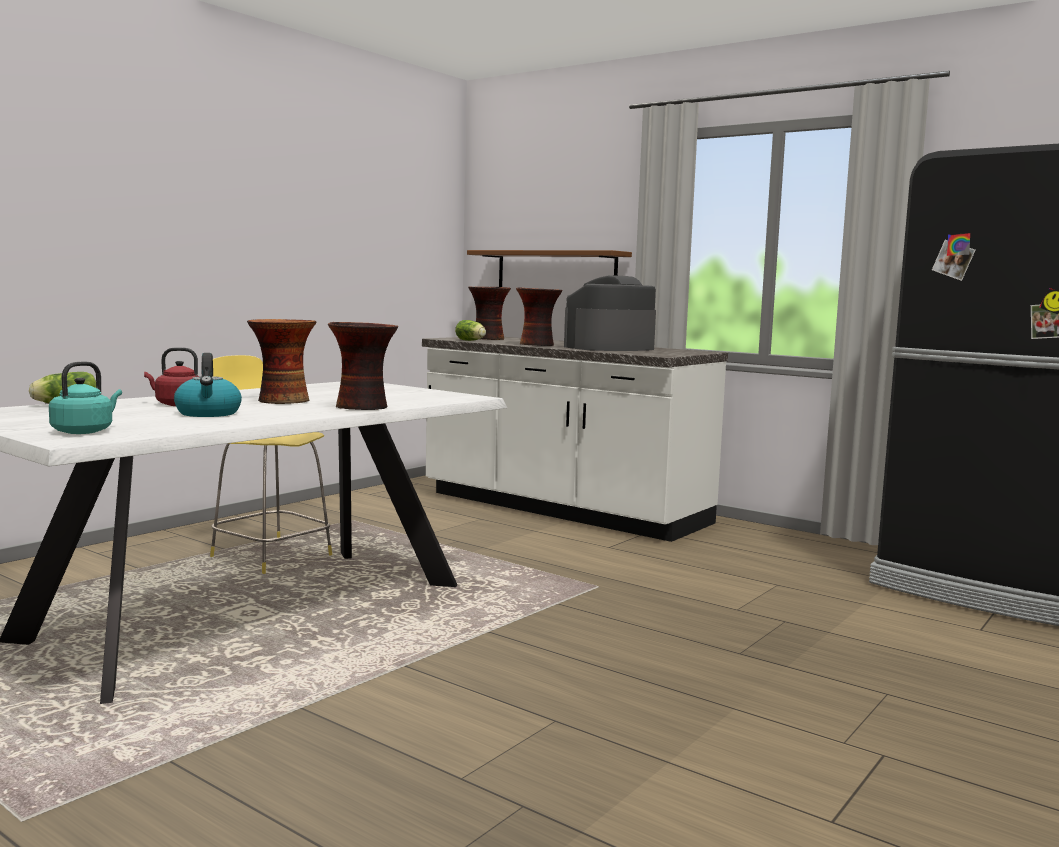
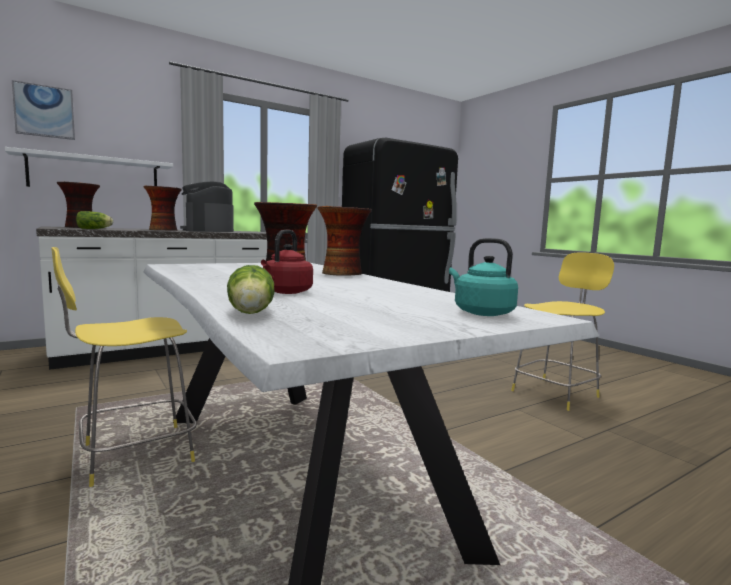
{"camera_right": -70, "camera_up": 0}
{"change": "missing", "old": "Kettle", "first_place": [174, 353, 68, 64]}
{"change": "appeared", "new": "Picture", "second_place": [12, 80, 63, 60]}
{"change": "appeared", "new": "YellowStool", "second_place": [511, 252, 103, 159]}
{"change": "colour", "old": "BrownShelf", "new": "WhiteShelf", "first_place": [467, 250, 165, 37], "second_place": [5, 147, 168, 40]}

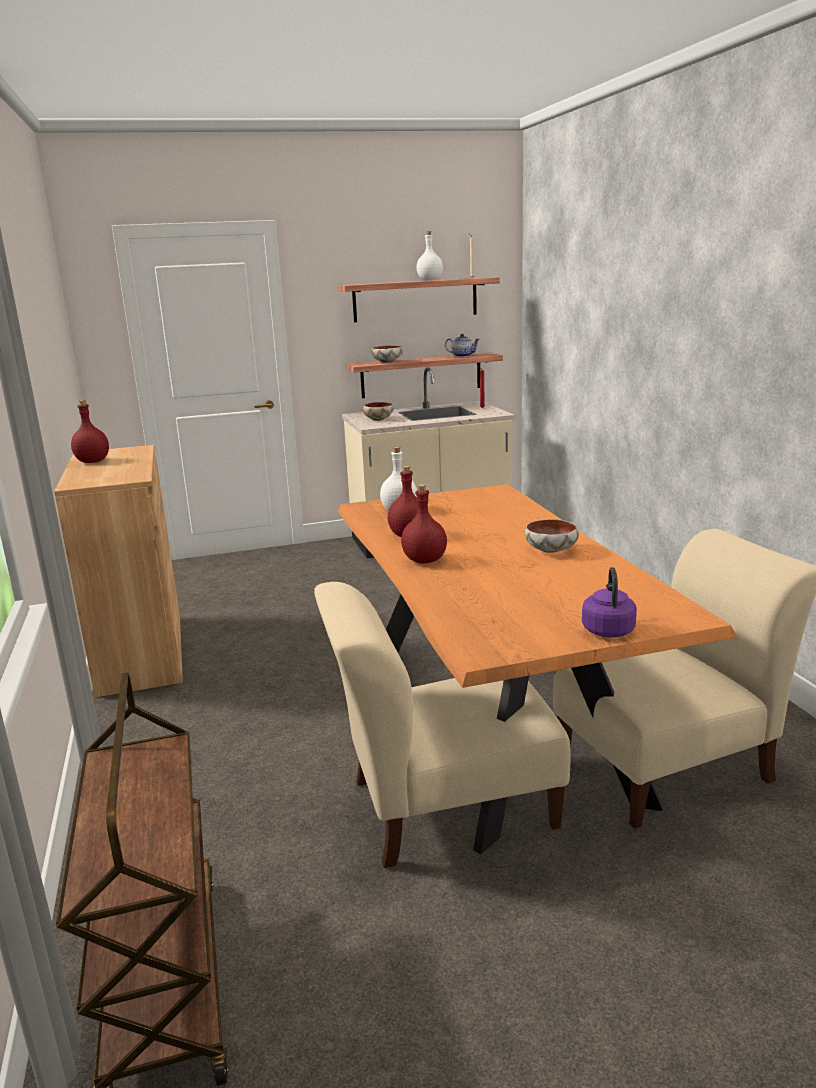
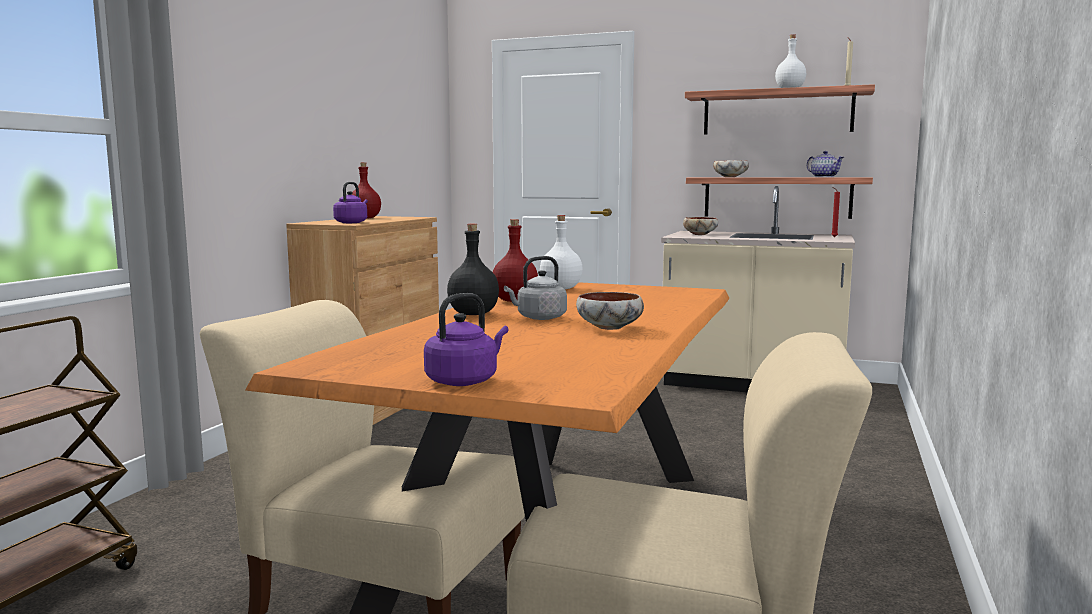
{"camera_right": 35, "camera_up": -10}
{"change": "appeared", "new": "PurpleKettle", "second_place": [333, 182, 35, 41]}
{"change": "appeared", "new": "GreyKettle", "second_place": [504, 256, 63, 64]}
{"change": "colour", "old": "RedBottle", "new": "BlackBottle", "first_place": [401, 484, 46, 80], "second_place": [447, 224, 52, 91]}

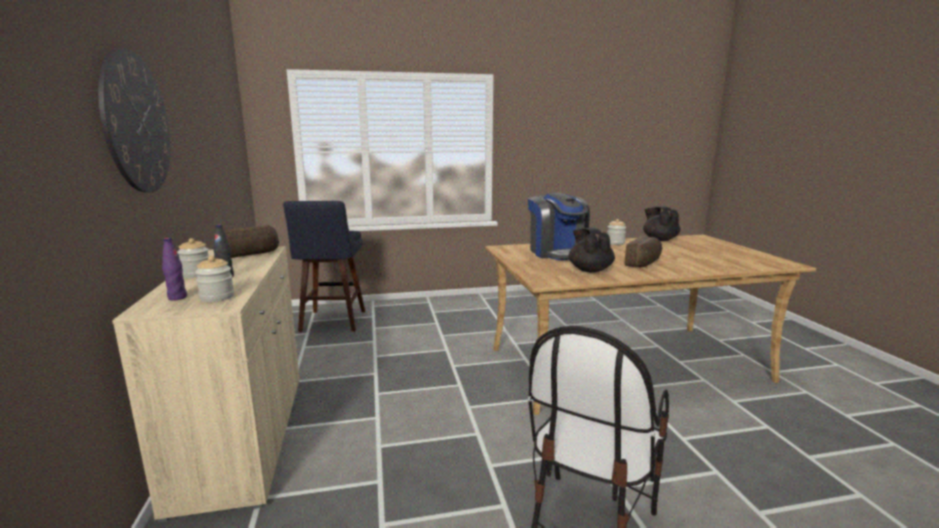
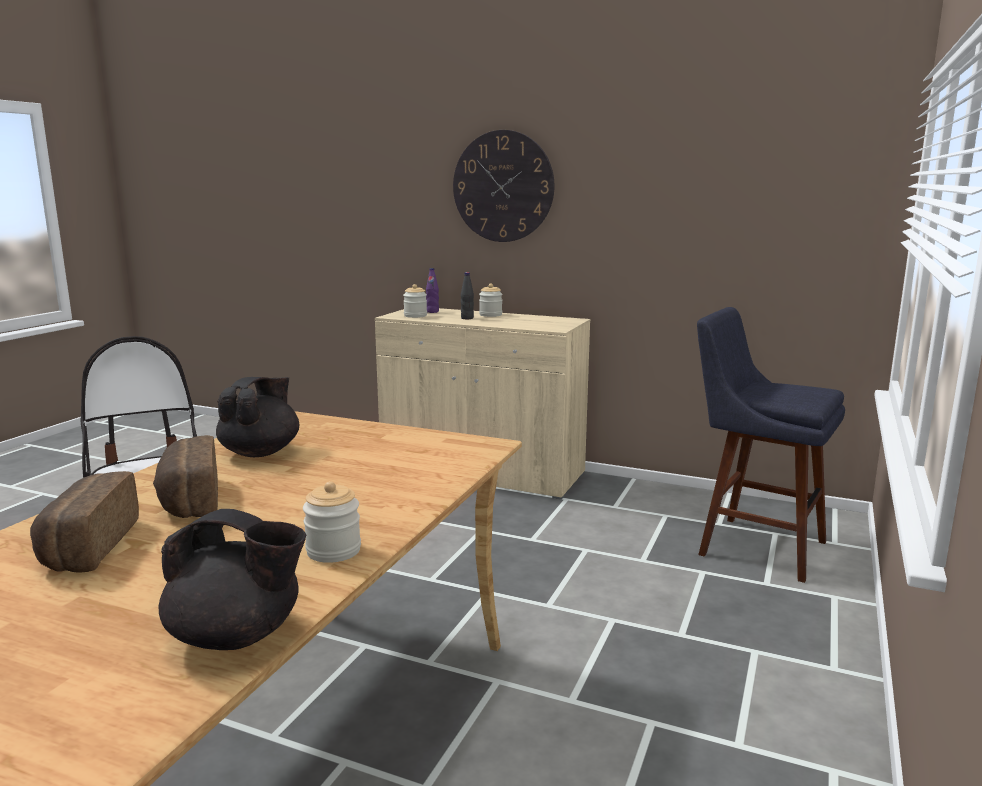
{"camera_right": 125, "camera_up": 0}
{"change": "missing", "old": "CoffeeMachine", "first_place": [528, 193, 62, 67]}
{"change": "relocated", "old": "Bread", "first_place": [214, 225, 65, 33], "second_place": [30, 471, 109, 102]}
{"change": "spun", "old": "BlackTeapot", "first_place": [569, 227, 46, 46], "second_place": [216, 377, 83, 80], "degrees": -90}

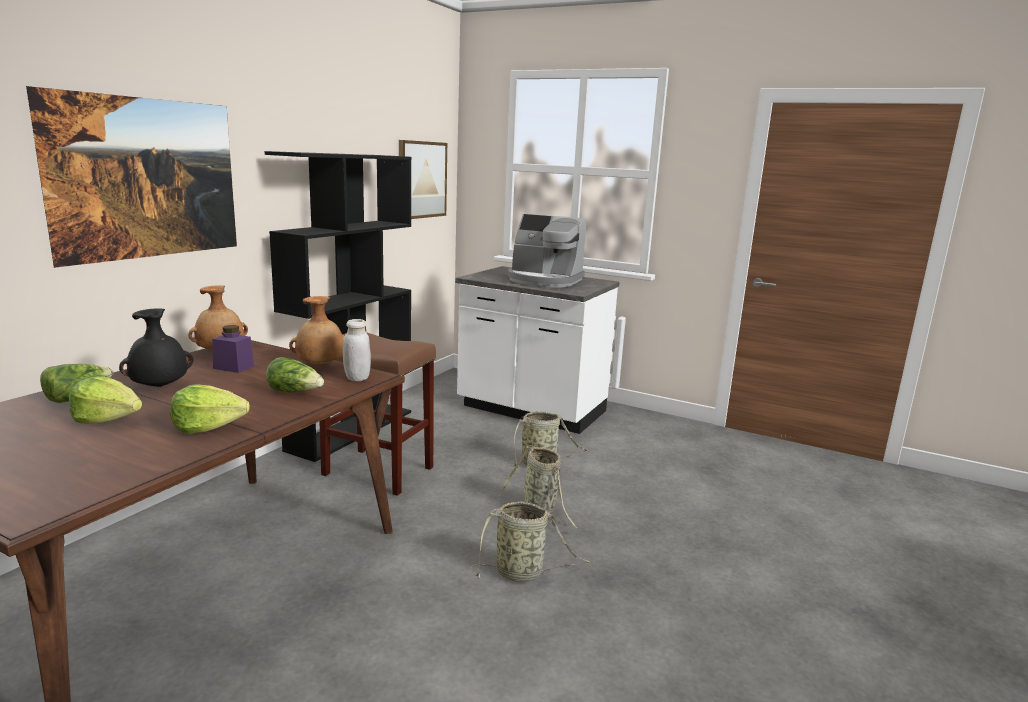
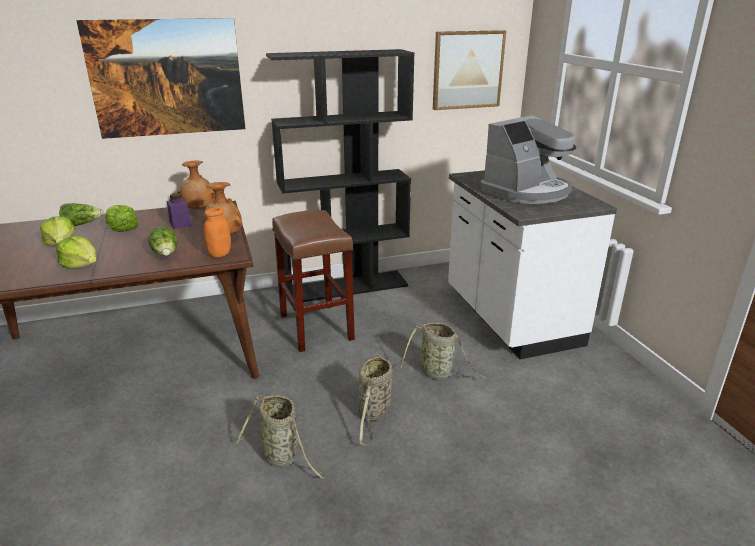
{"camera_right": 45, "camera_up": 10}
{"change": "exchanged", "old": "BlackVase", "new": "Lettuce", "first_place": [119, 308, 75, 79], "second_place": [105, 205, 34, 27]}
{"change": "colour", "old": "WhiteJar", "new": "OrangeJar", "first_place": [343, 319, 28, 62], "second_place": [204, 207, 27, 51]}
{"change": "spun", "old": "CoffeeMachine", "first_place": [508, 214, 78, 74], "second_place": [480, 115, 96, 89], "degrees": -105}

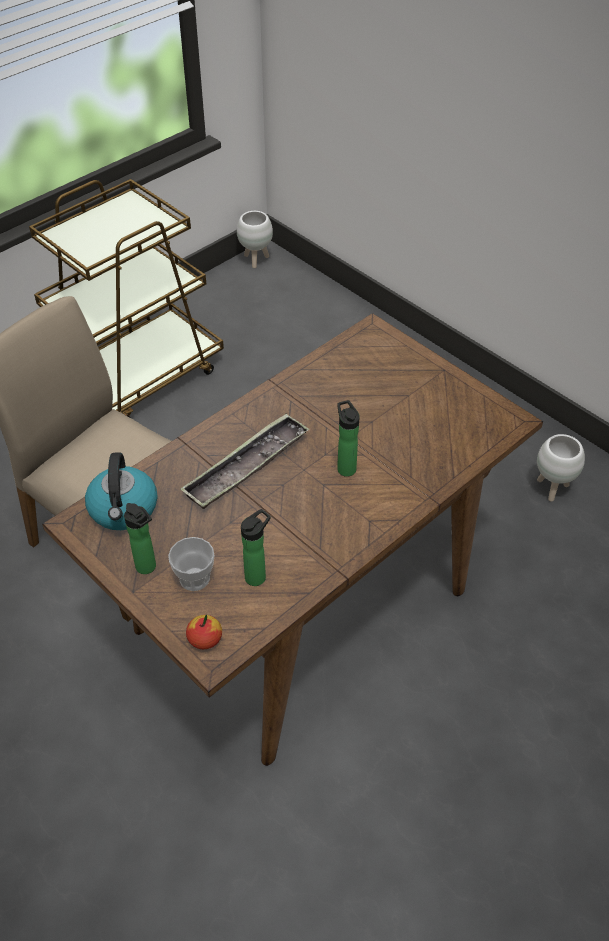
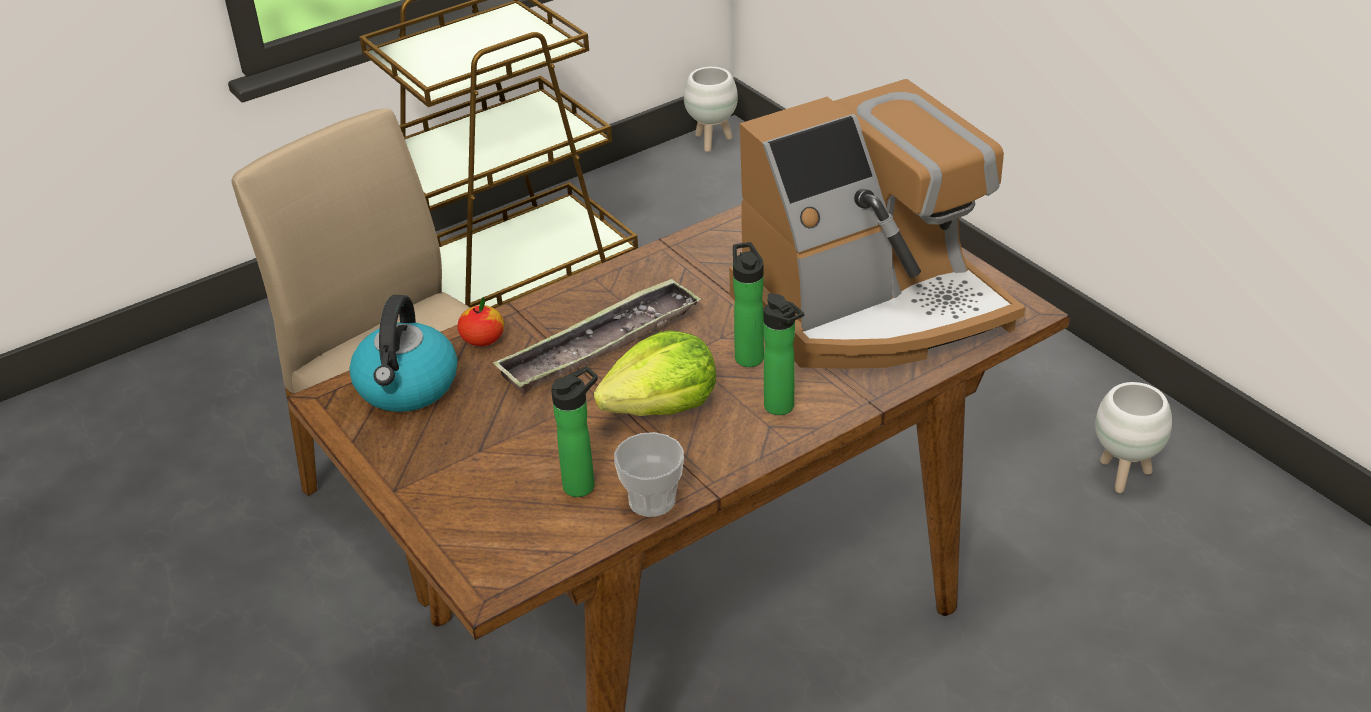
{"camera_right": 10, "camera_up": -10}
{"change": "appeared", "new": "Lettuce", "second_place": [594, 330, 122, 86]}
{"change": "appeared", "new": "CoffeeMachine", "second_place": [729, 79, 296, 290]}
{"change": "relocated", "old": "Bottle", "first_place": [124, 503, 32, 71], "second_place": [763, 293, 41, 122]}
{"change": "relocated", "old": "Cup", "first_place": [168, 537, 46, 54], "second_place": [614, 432, 70, 85]}
{"change": "relocated", "old": "Apple", "first_place": [186, 615, 36, 34], "second_place": [458, 297, 46, 49]}

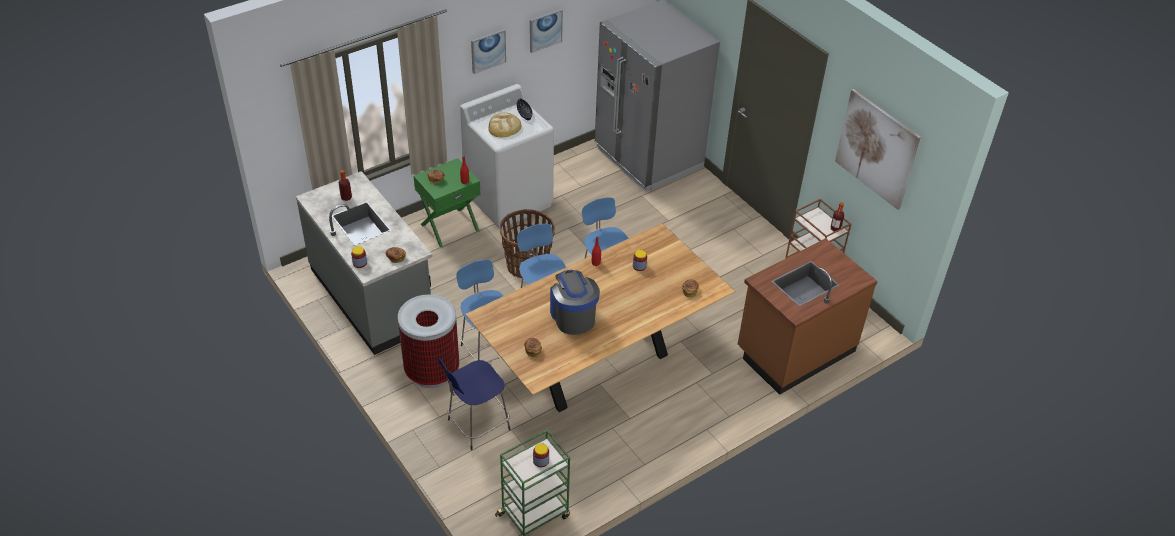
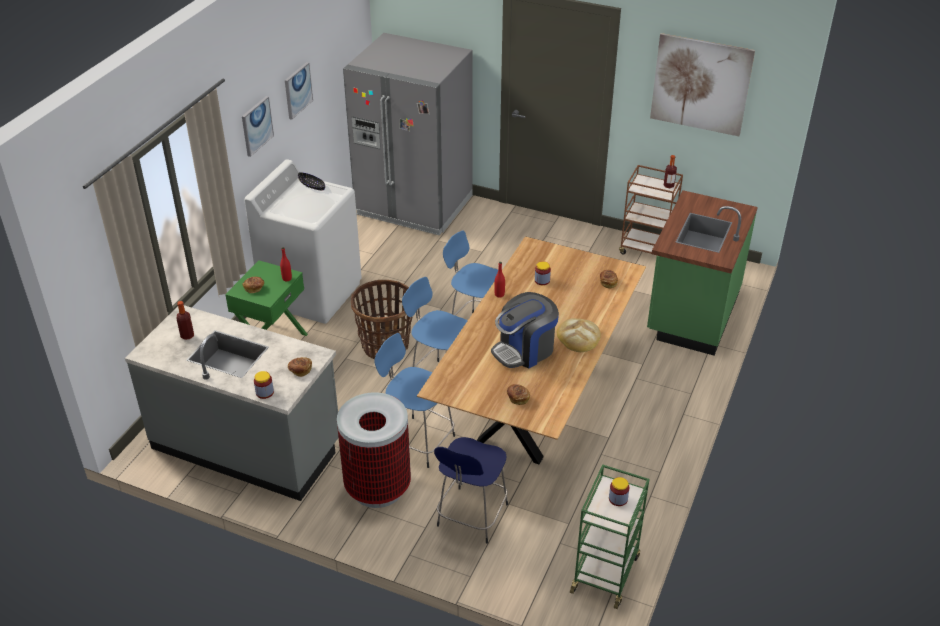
{"camera_right": -30, "camera_up": -5}
{"change": "relocated", "old": "Bread", "first_place": [489, 112, 32, 25], "second_place": [557, 318, 44, 34]}
{"change": "colour", "old": "BrownCounter", "new": "GreenCounter", "first_place": [738, 238, 139, 157], "second_place": [647, 190, 111, 165]}
{"change": "spun", "old": "CoffeeMachine", "first_place": [550, 270, 50, 65], "second_place": [491, 292, 68, 76], "degrees": -75}

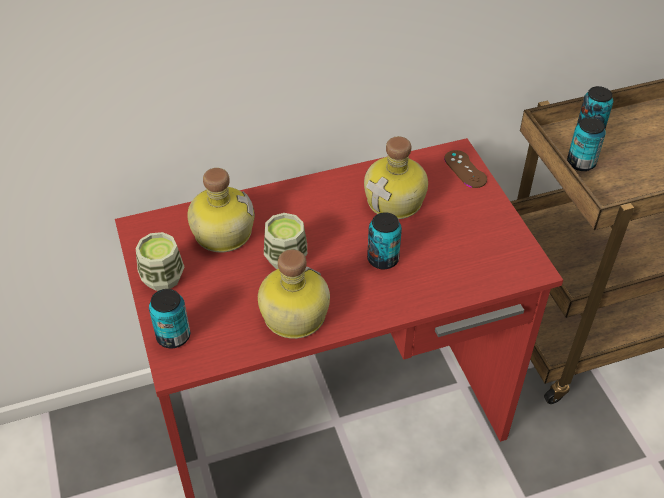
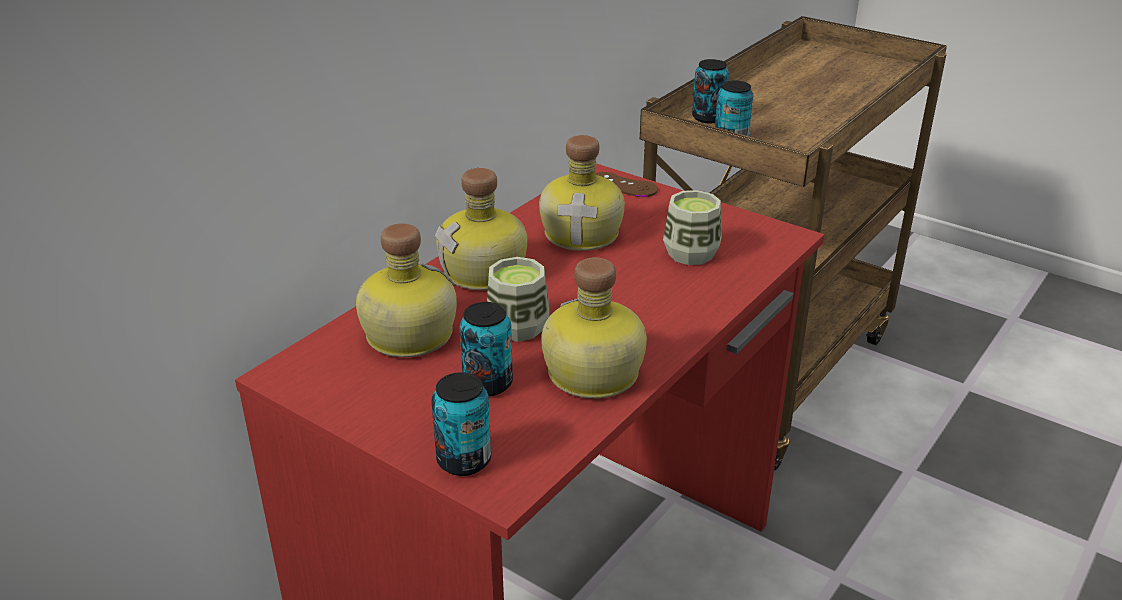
{"camera_right": -35, "camera_up": -15}
{"change": "appeared", "new": "Bottle", "second_place": [435, 168, 92, 122]}
{"change": "relocated", "old": "Cup", "first_place": [136, 232, 48, 59], "second_place": [663, 190, 58, 75]}
{"change": "relocated", "old": "Can", "first_place": [367, 212, 35, 57], "second_place": [459, 302, 54, 94]}

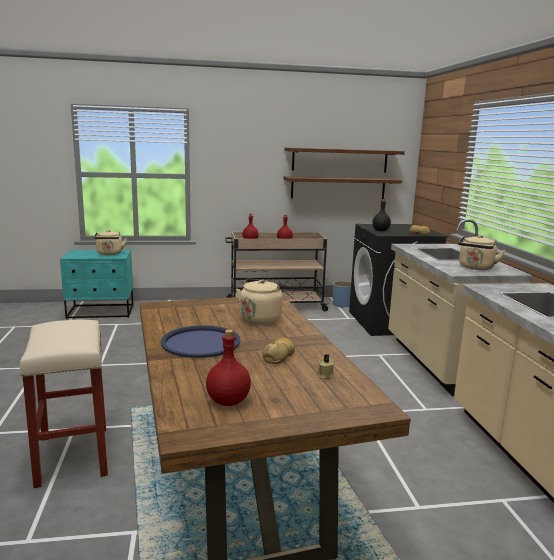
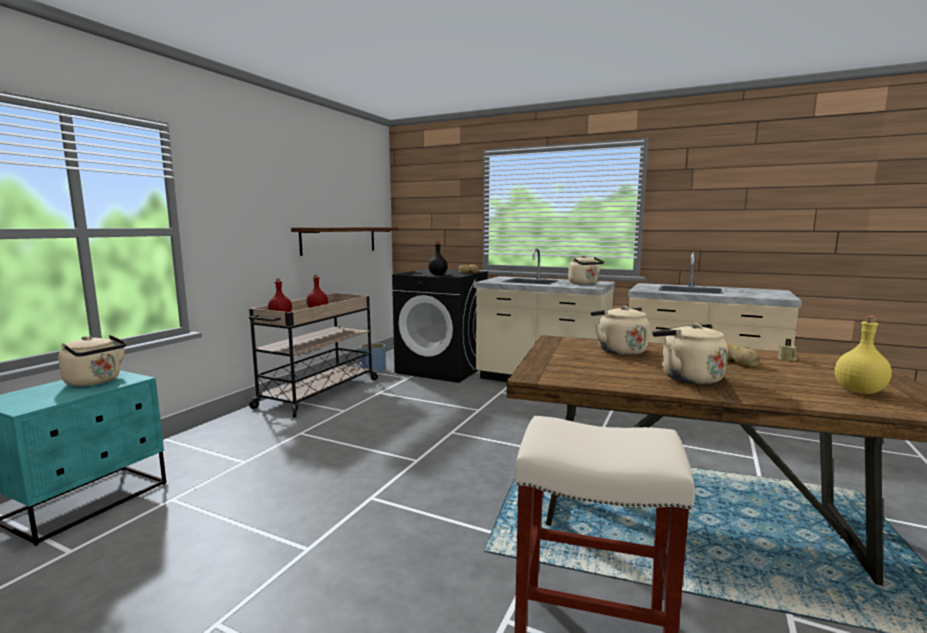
{"camera_right": -55, "camera_up": -5}
{"change": "missing", "old": "Shelf", "first_place": [284, 147, 121, 26]}
{"change": "exchanged", "old": "BlueTray", "new": "BeigeKettle", "first_place": [160, 325, 80, 33], "second_place": [652, 323, 76, 62]}
{"change": "colour", "old": "RedBottle", "new": "YellowBottle", "first_place": [206, 329, 45, 77], "second_place": [835, 316, 57, 78]}

